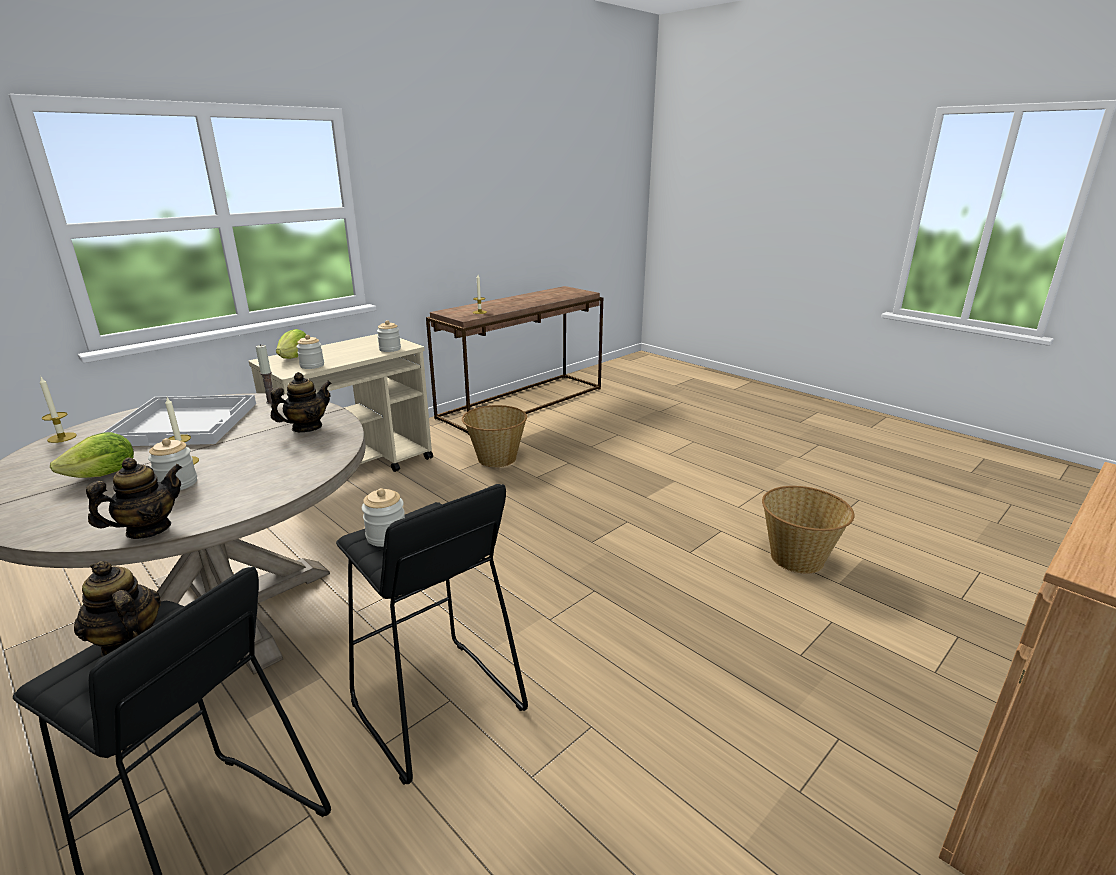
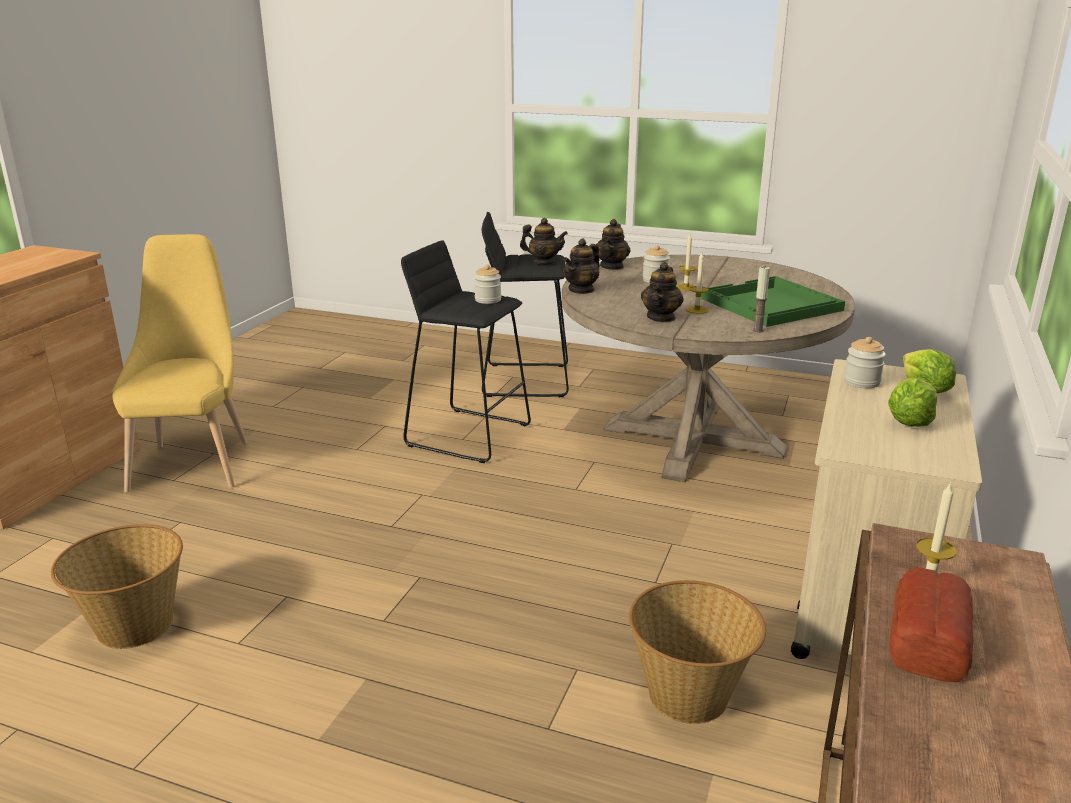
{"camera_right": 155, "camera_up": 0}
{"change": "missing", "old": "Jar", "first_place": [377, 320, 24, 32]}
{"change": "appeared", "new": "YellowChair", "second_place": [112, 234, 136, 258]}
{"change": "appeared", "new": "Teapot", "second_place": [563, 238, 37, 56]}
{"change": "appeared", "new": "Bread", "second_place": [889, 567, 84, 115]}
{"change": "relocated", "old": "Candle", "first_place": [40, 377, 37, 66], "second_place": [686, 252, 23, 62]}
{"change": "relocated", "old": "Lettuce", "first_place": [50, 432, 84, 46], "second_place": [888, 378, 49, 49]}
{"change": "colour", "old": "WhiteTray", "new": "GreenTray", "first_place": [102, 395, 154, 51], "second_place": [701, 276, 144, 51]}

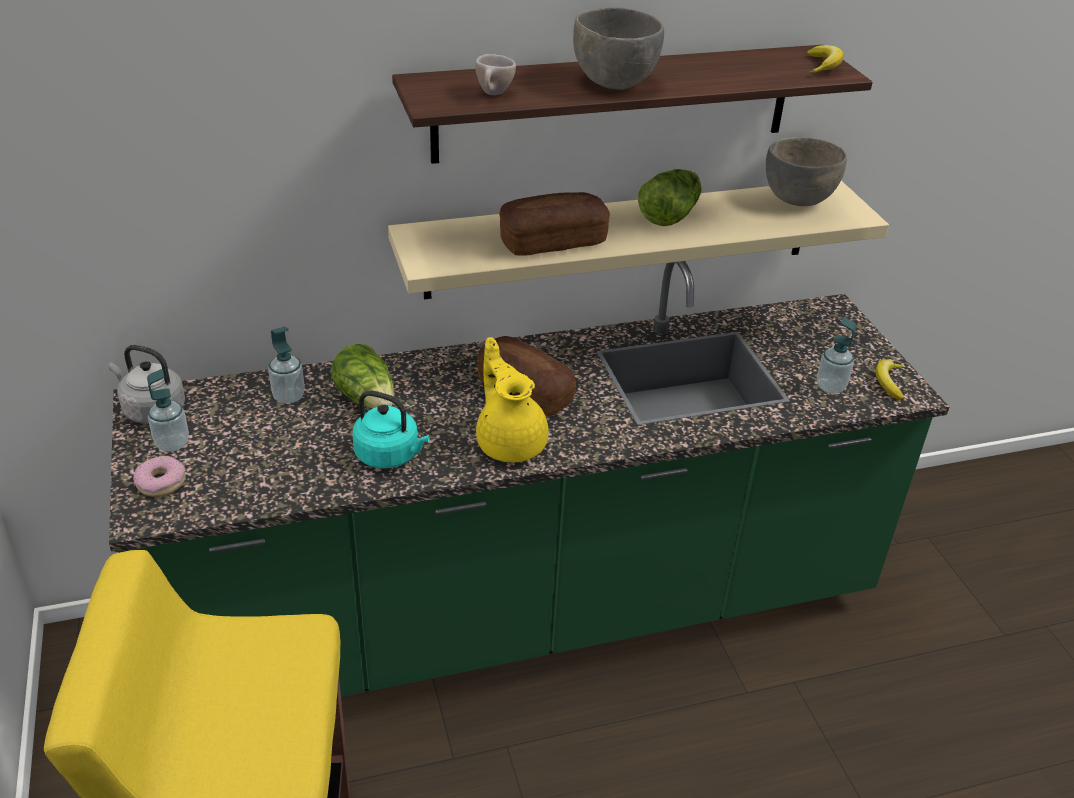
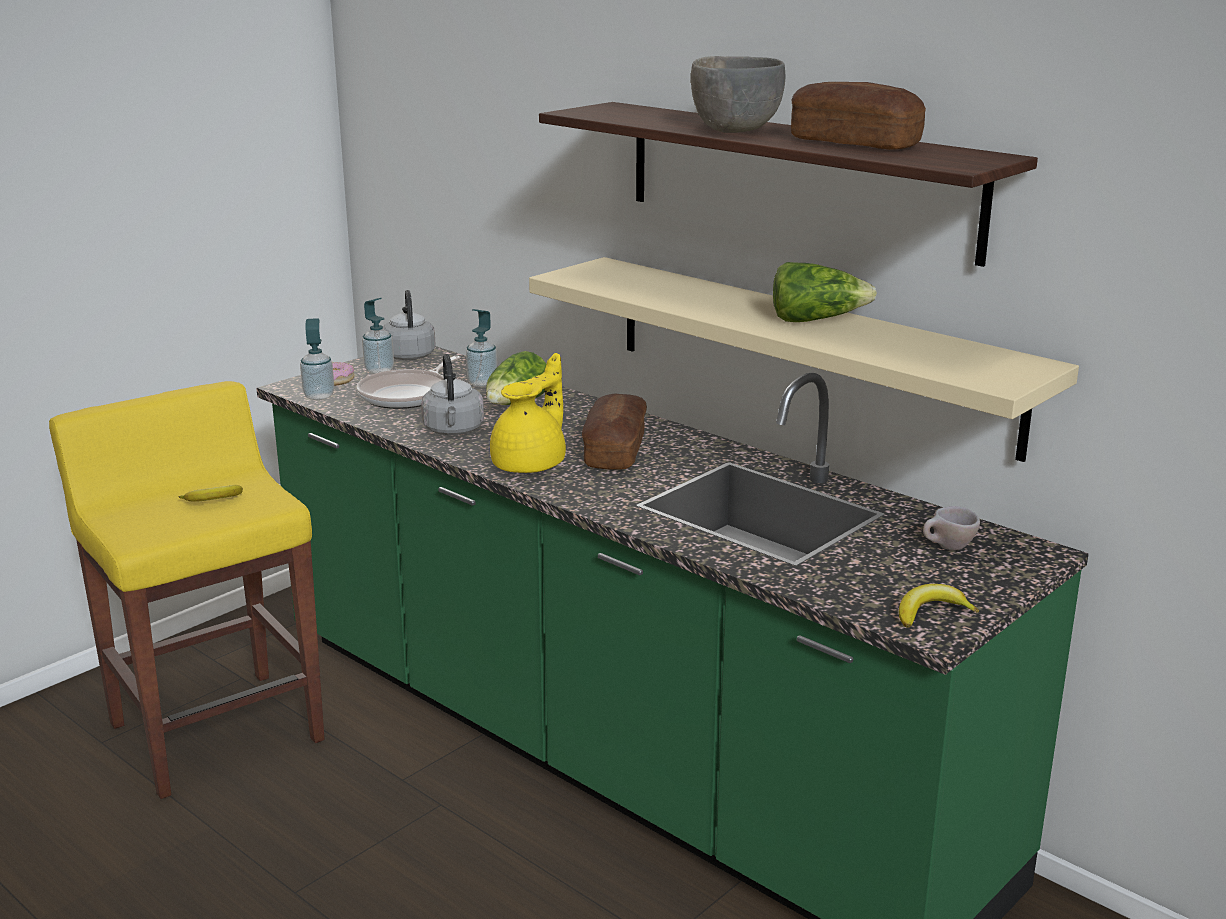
{"camera_right": 60, "camera_up": -15}
{"change": "missing", "old": "GreyBowl", "first_place": [766, 137, 81, 69]}
{"change": "appeared", "new": "FryingPan", "second_place": [357, 356, 103, 53]}
{"change": "relocated", "old": "BeigeCup", "first_place": [475, 54, 41, 41], "second_place": [923, 506, 57, 44]}
{"change": "relocated", "old": "Bread", "first_place": [499, 192, 111, 64], "second_place": [791, 82, 135, 68]}
{"change": "relocated", "old": "Banana", "first_place": [807, 45, 36, 28], "second_place": [179, 485, 64, 17]}
{"change": "relocated", "old": "SoapDispenser", "first_place": [817, 317, 39, 76], "second_place": [300, 318, 34, 82]}
{"change": "colour", "old": "TurquoiseKettle", "new": "GreyKettle", "first_place": [353, 390, 77, 79], "second_place": [421, 354, 63, 81]}

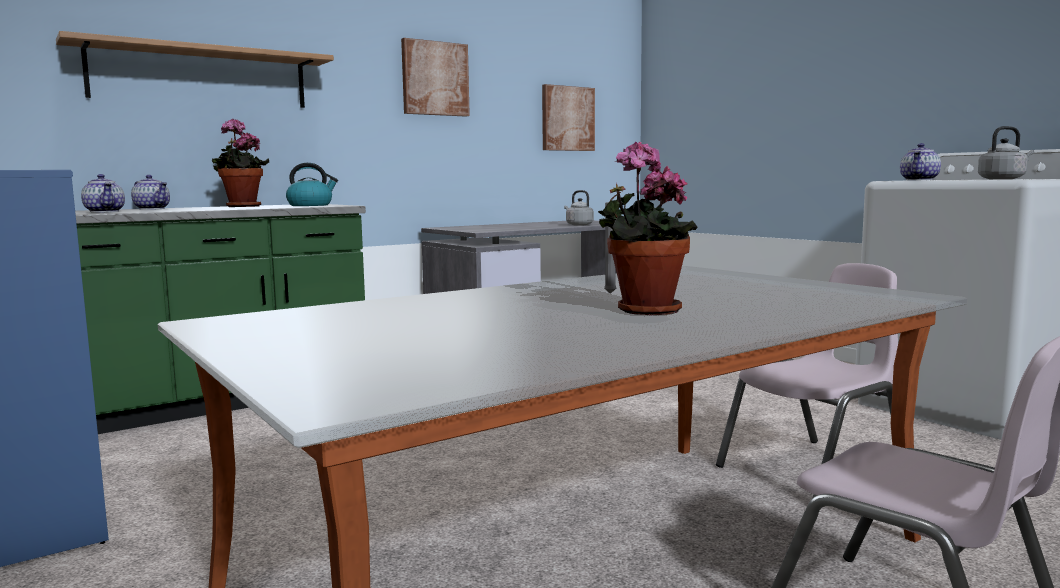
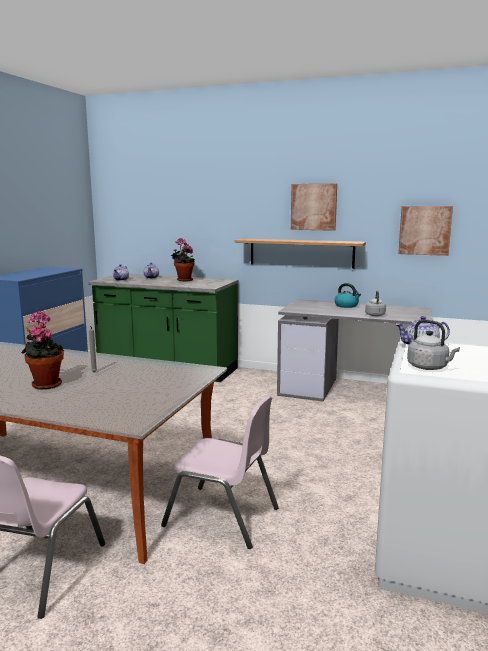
{"camera_right": 55, "camera_up": 5}
{"change": "relocated", "old": "Shelf", "first_place": [56, 31, 278, 77], "second_place": [235, 238, 131, 31]}
{"change": "relocated", "old": "Kettle", "first_place": [286, 163, 52, 43], "second_place": [334, 283, 27, 25]}

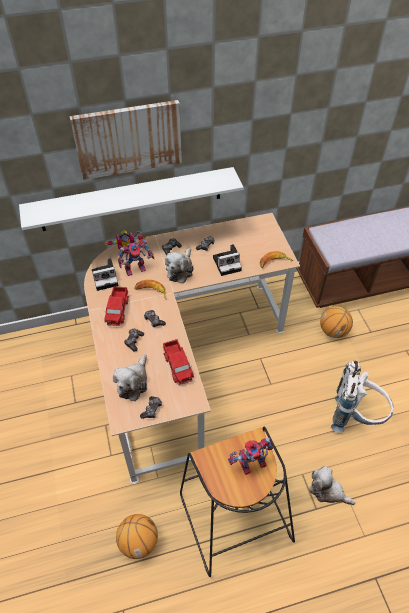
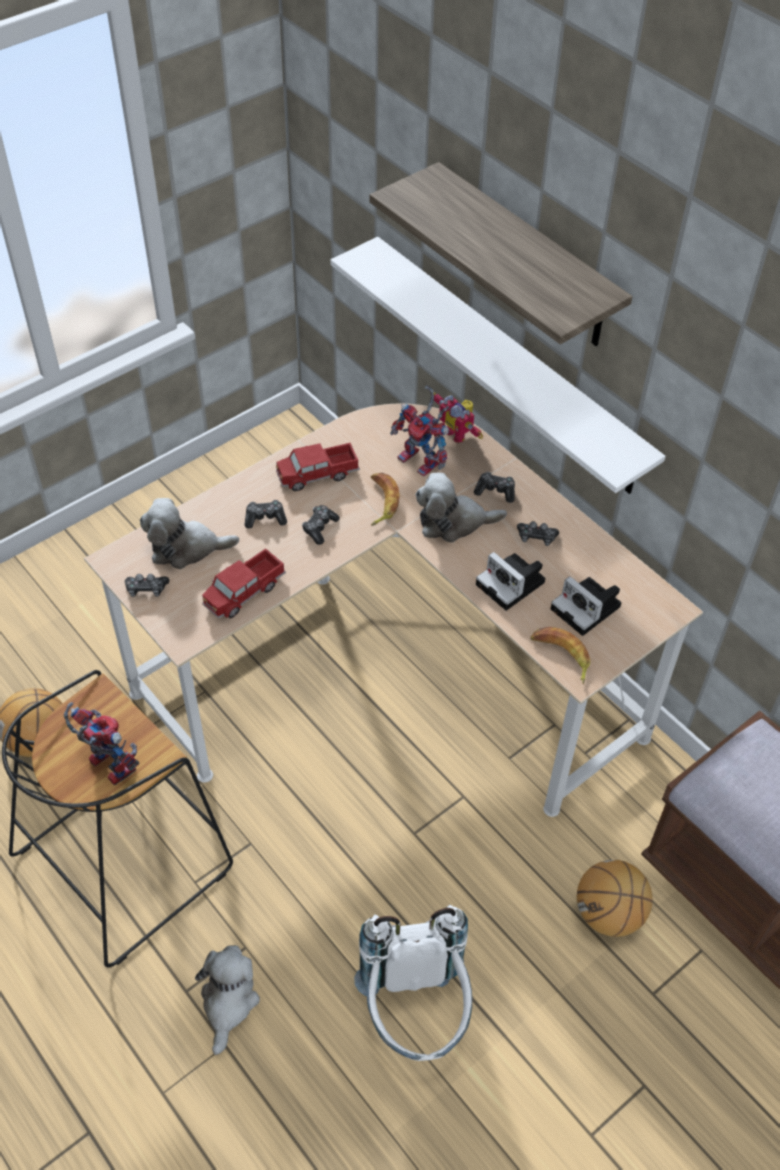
{"camera_right": 65, "camera_up": 0}
{"change": "relocated", "old": "PhotoCamera", "first_place": [92, 258, 26, 33], "second_place": [551, 576, 70, 60]}
{"change": "exchanged", "old": "Picture", "new": "Shelf", "first_place": [70, 100, 112, 80], "second_place": [369, 162, 264, 184]}

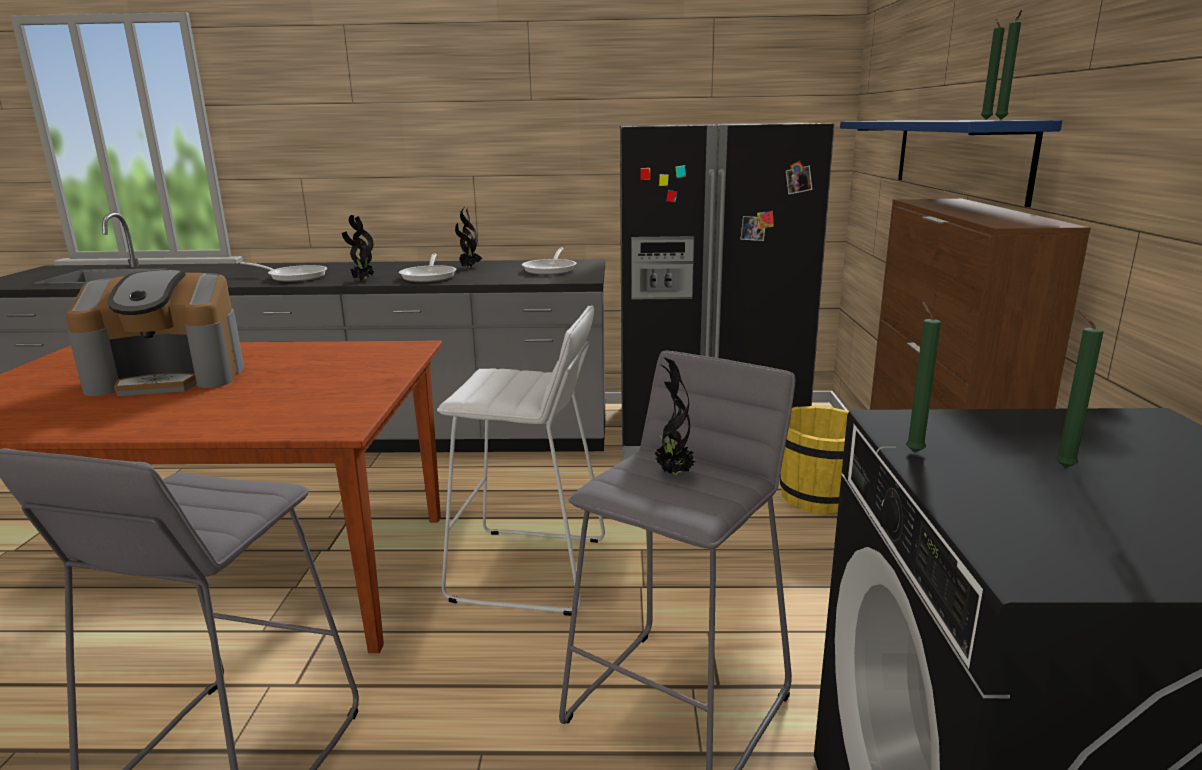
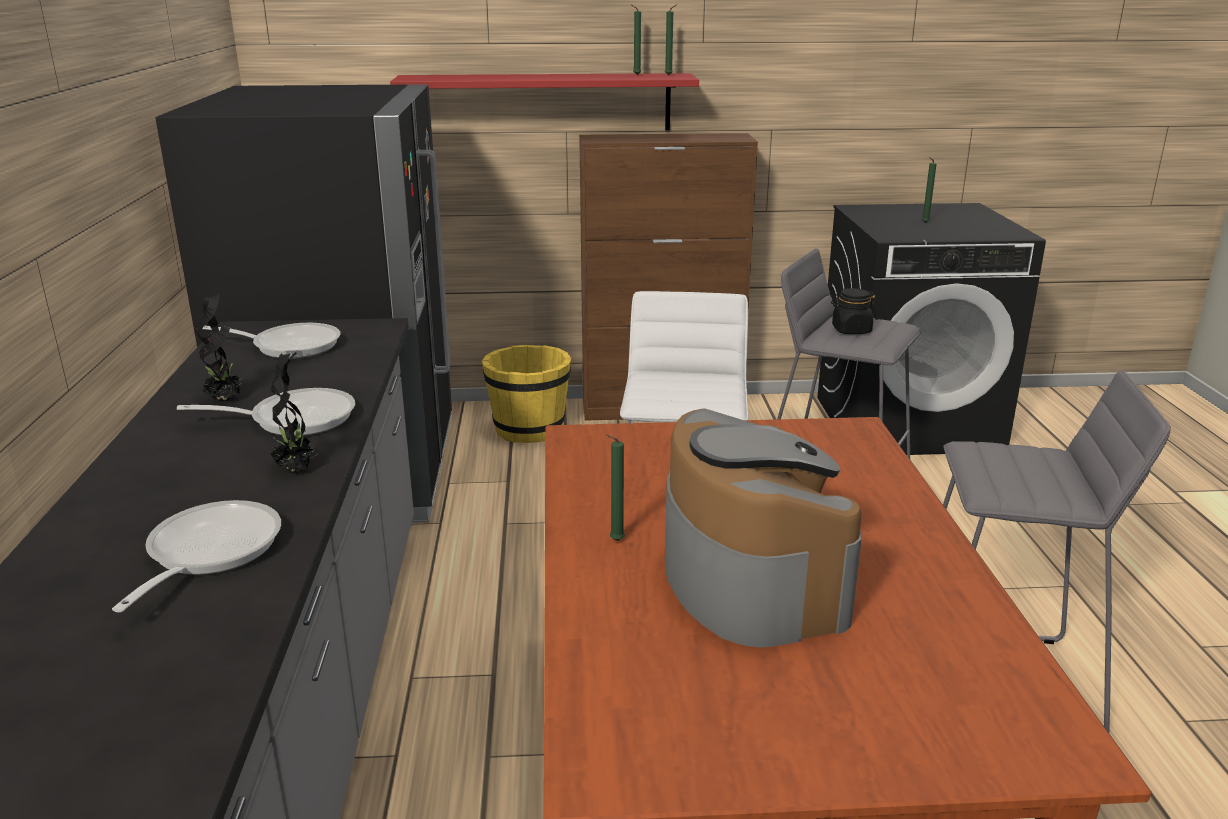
{"camera_right": -95, "camera_up": 5}
{"change": "relocated", "old": "GreenCandle", "first_place": [906, 302, 35, 151], "second_place": [606, 434, 19, 107]}
{"change": "exchanged", "old": "PottedPlant", "new": "BlackJar", "first_place": [653, 357, 42, 118], "second_place": [831, 288, 45, 46]}
{"change": "colour", "old": "BlueShelf", "new": "RedShelf", "first_place": [840, 120, 222, 87], "second_place": [390, 73, 309, 57]}

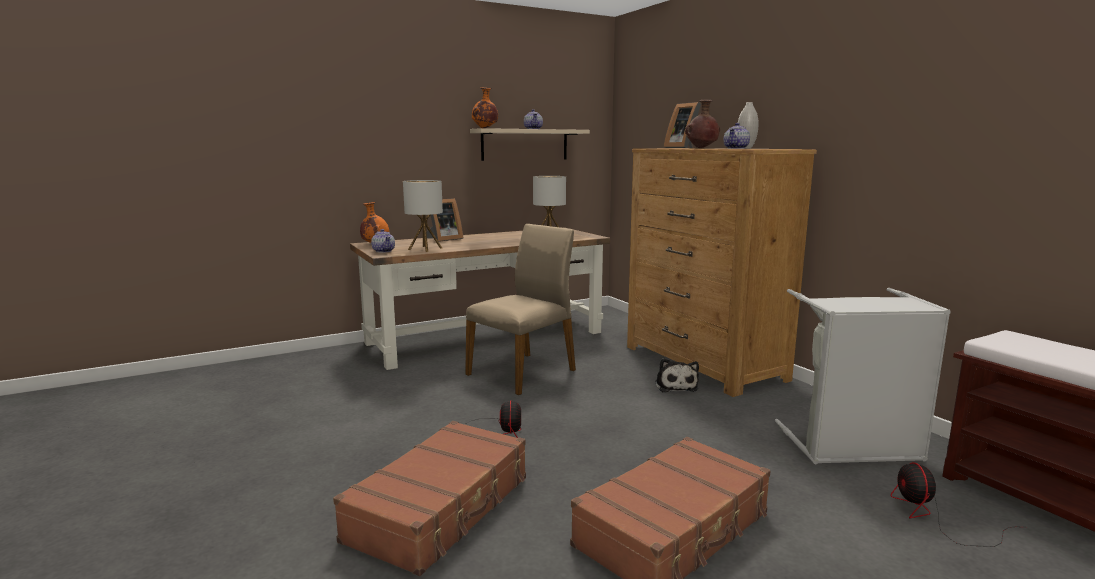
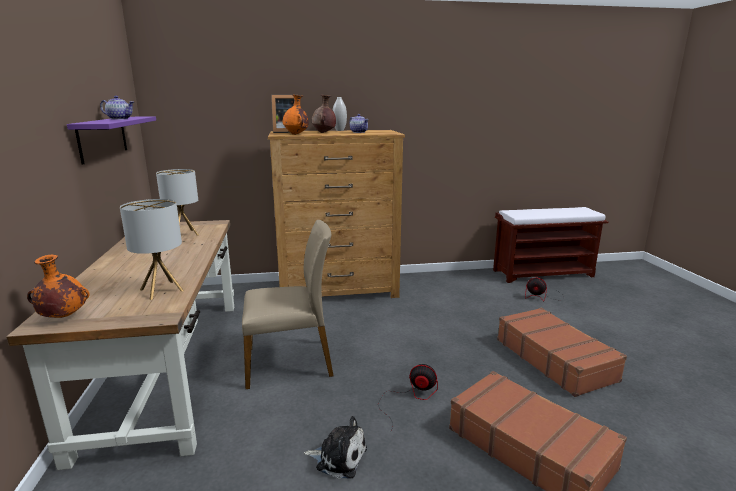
{"camera_right": -70, "camera_up": 5}
{"change": "missing", "old": "Teapot", "first_place": [371, 229, 24, 24]}
{"change": "missing", "old": "PictureFrame", "first_place": [426, 198, 37, 44]}
{"change": "missing", "old": "GreyLaundryBasket", "first_place": [775, 288, 176, 176]}
{"change": "relocated", "old": "OrangeVase", "first_place": [472, 88, 26, 40], "second_place": [283, 95, 25, 40]}
{"change": "relocated", "old": "PlushToy", "first_place": [655, 358, 44, 34], "second_place": [304, 416, 63, 63]}
{"change": "colour", "old": "BeigeShelf", "new": "PurpleShelf", "first_place": [470, 128, 120, 33], "second_place": [67, 116, 89, 49]}
{"change": "spun", "old": "BeigeChair", "first_place": [465, 224, 111, 171], "second_place": [242, 220, 91, 169], "degrees": 105}

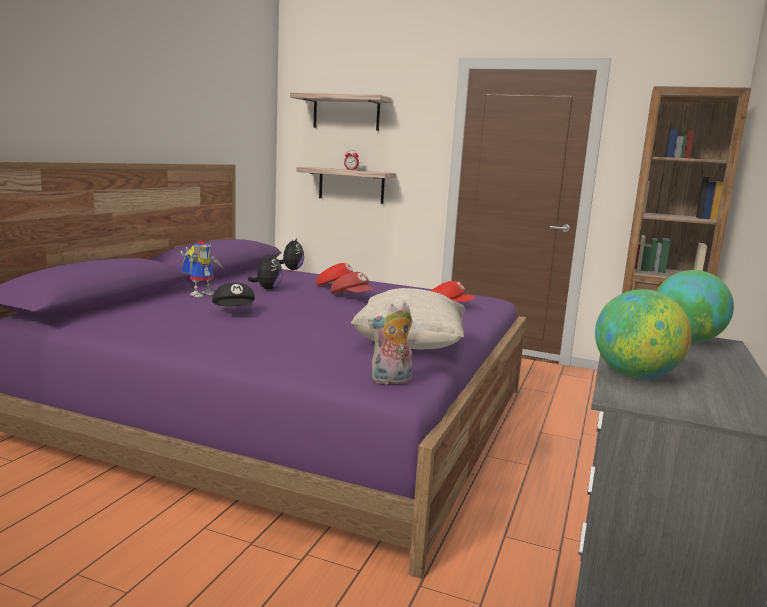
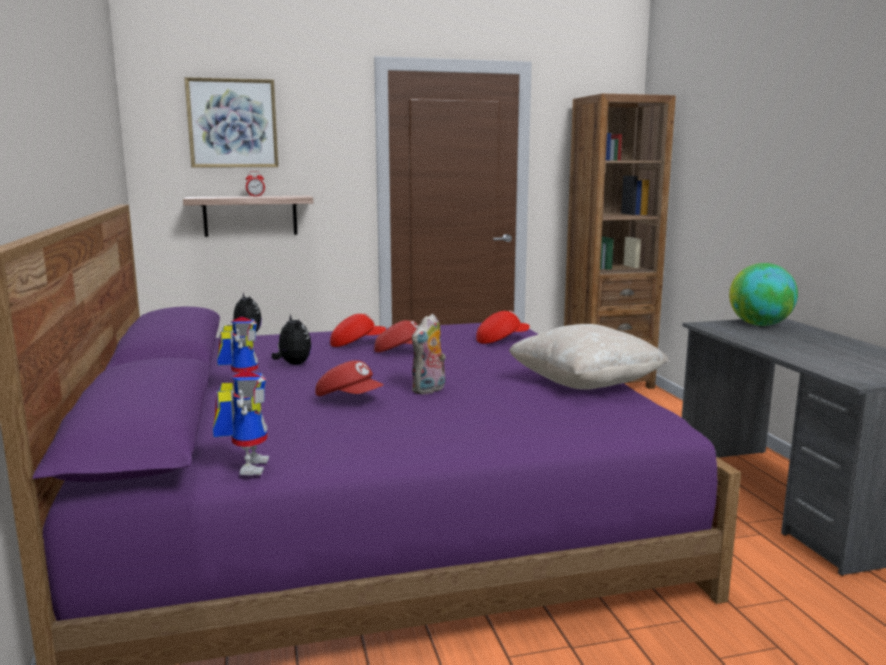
{"camera_right": -35, "camera_up": 0}
{"change": "missing", "old": "Globe", "first_place": [595, 289, 97, 90]}
{"change": "appeared", "new": "ToyRobot", "second_place": [213, 371, 56, 104]}
{"change": "relocated", "old": "PlushToy", "first_place": [368, 300, 45, 84], "second_place": [411, 314, 35, 81]}
{"change": "exchanged", "old": "Shelf", "new": "Picture", "first_place": [290, 92, 102, 39], "second_place": [184, 77, 94, 90]}
{"change": "colour", "old": "BlackCap", "new": "RedCap", "first_place": [212, 283, 43, 23], "second_place": [315, 361, 69, 35]}

